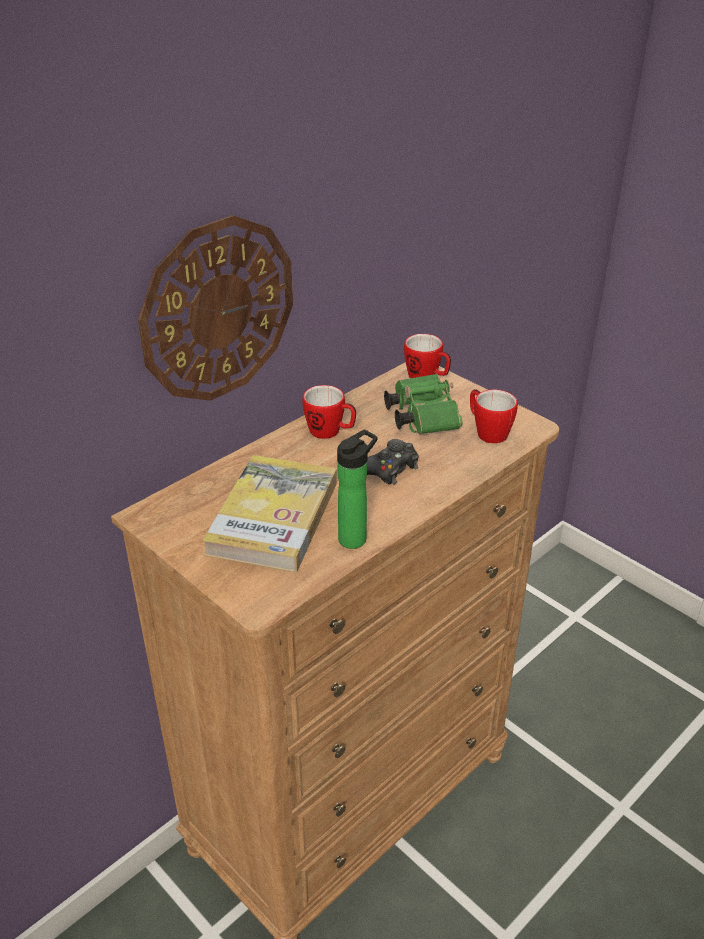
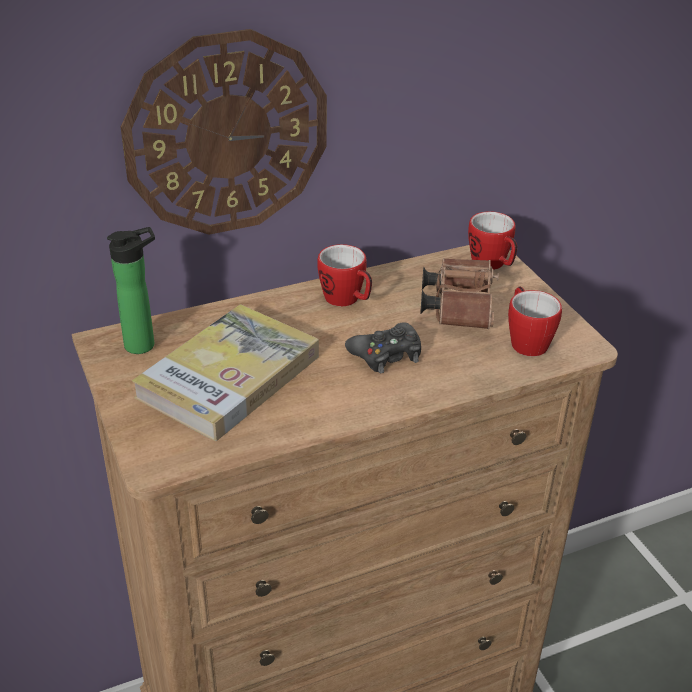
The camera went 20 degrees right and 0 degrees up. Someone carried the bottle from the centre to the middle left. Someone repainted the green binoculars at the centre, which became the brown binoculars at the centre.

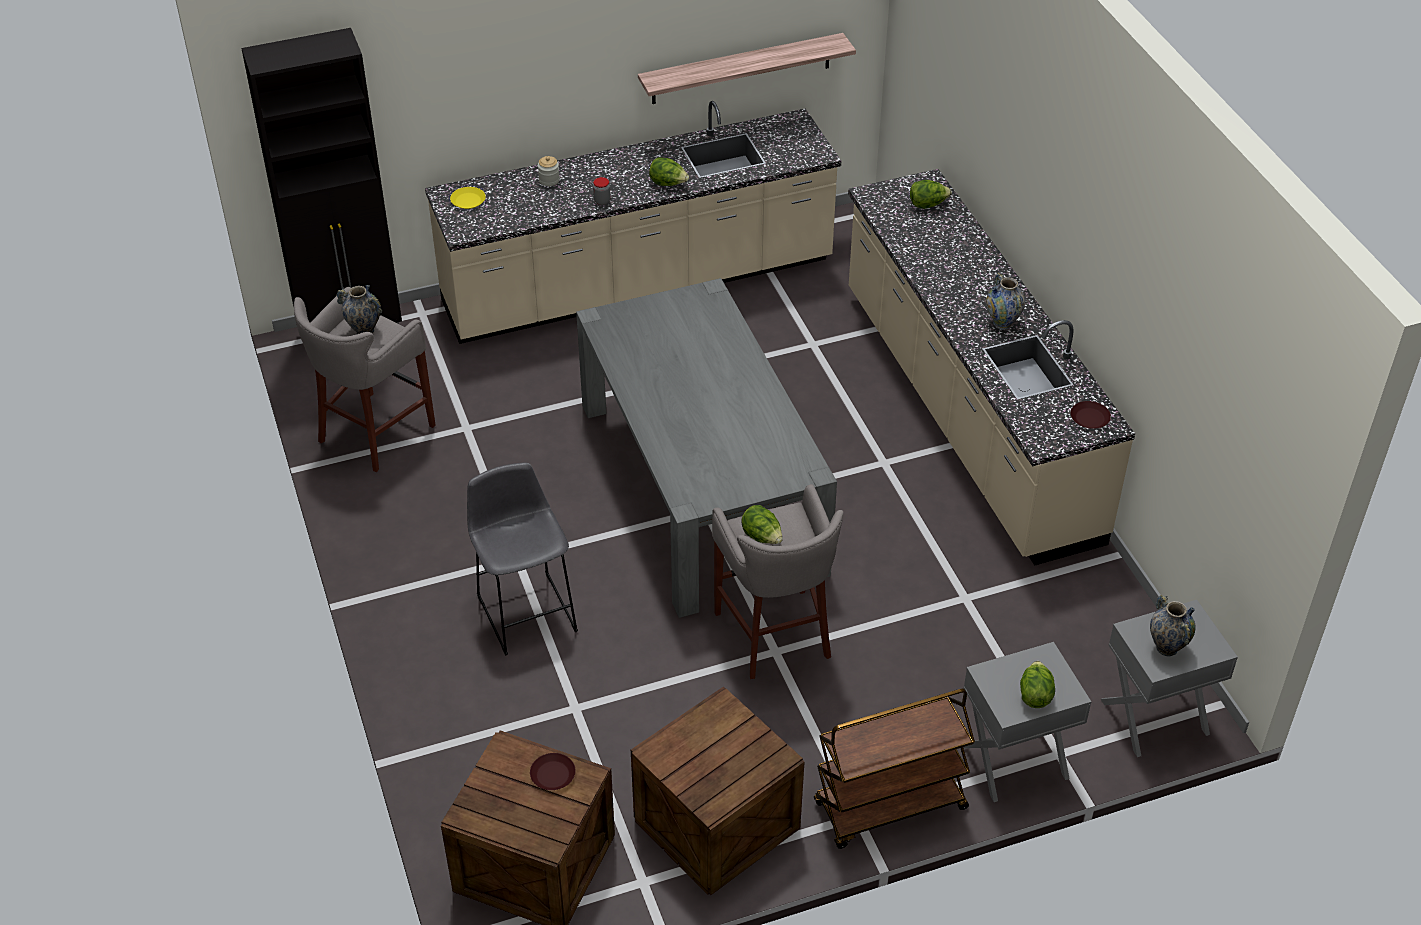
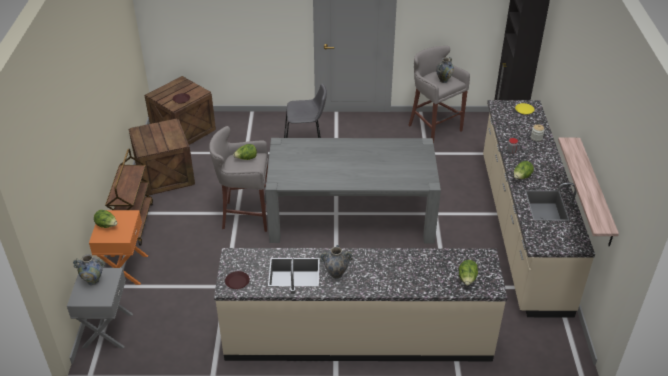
The camera went 110 degrees right and 5 degrees down. Someone repainted the grey nightstand (1st from left) at the bottom right, which became the orange nightstand at the middle left.

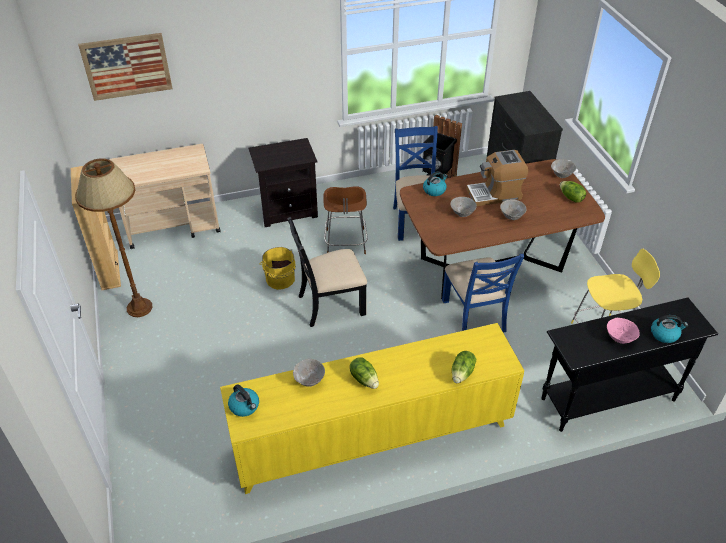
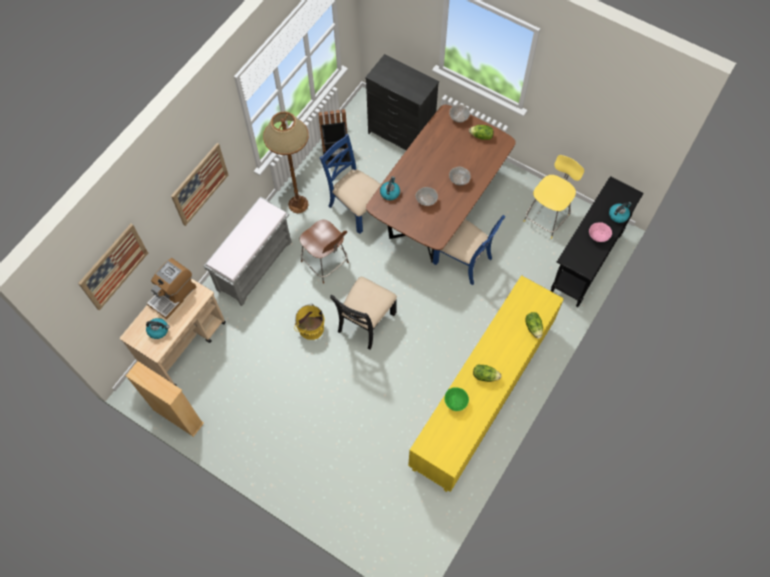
The camera went 40 degrees left and 20 degrees up. Someone carried the brown floor lamp from the middle left to the top centre. Someone carried the kettle (1st from left) from the bottom centre to the middle left. Someone swapped the black nightstand at the centre for the grey bench at the middle left. Someone repainted the grey bowl (1st from left) at the bottom centre, which became the green bowl at the bottom centre. Someone carried the coffee machine from the top right to the middle left. Someone put up the picture (2nd from left) at the top left.

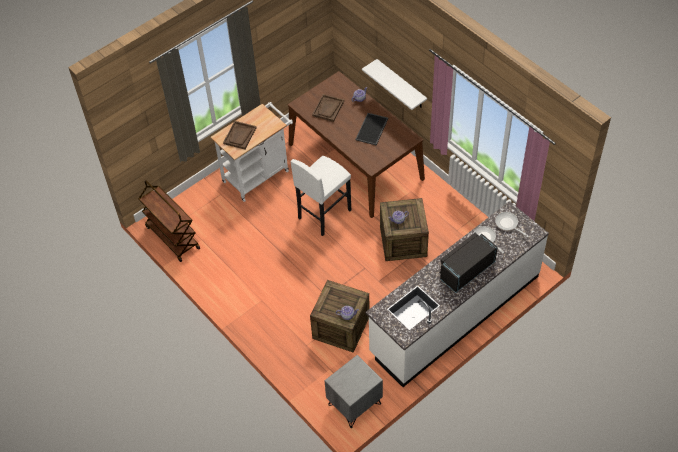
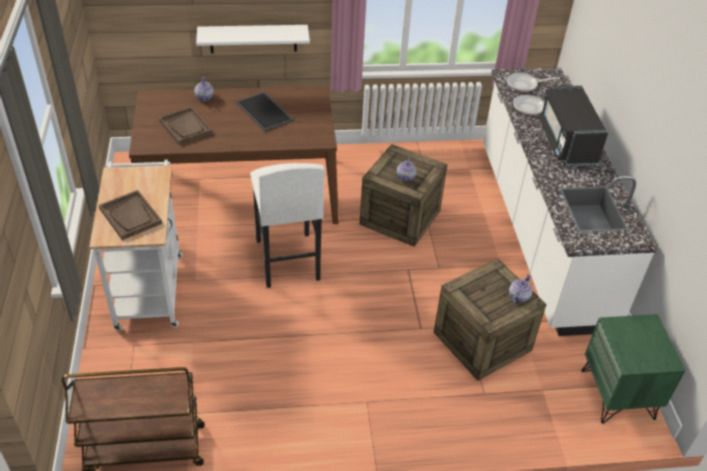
The camera went 60 degrees left and 10 degrees down. Someone repainted the grey nightstand at the bottom centre, which became the green nightstand at the bottom right.

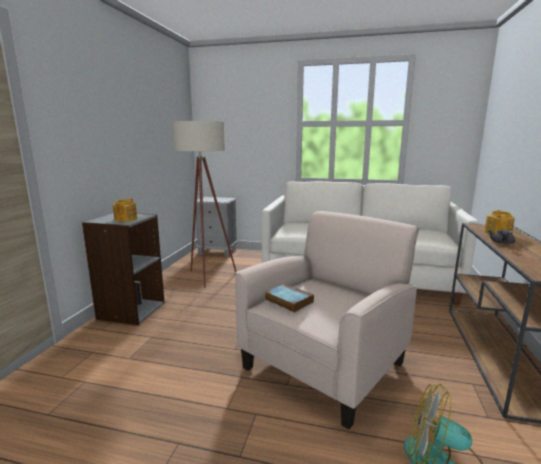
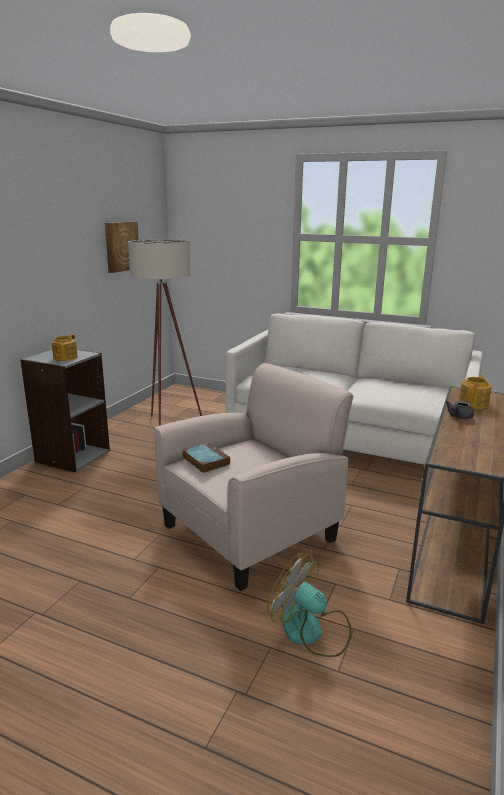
The camera went 10 degrees right and 5 degrees up. Someone took away the grey nightstand at the centre. Someone put up the picture at the top left.

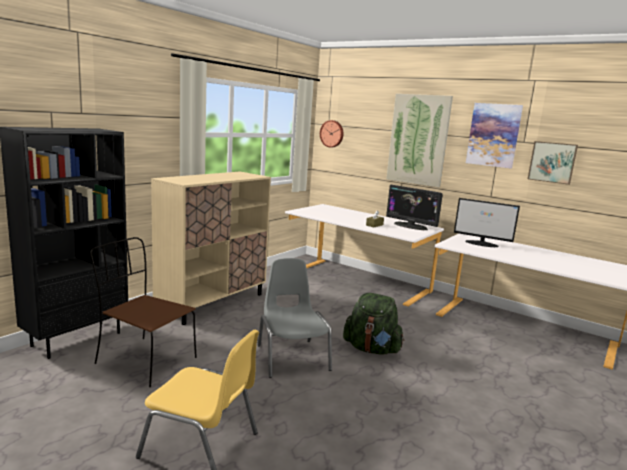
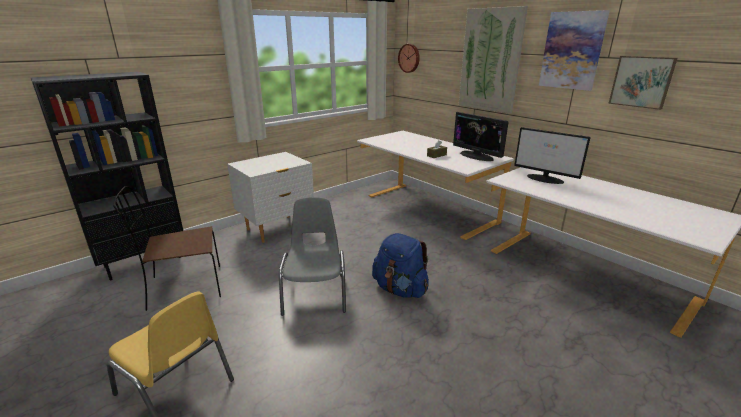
The camera went 15 degrees right and 10 degrees up. Someone rotated the brown chair at the middle left by 60 degrees counterclockwise. Someone swapped the beige cabinet at the centre for the white nightstand at the centre. Someone repainted the green backpack at the bottom centre, which became the blue backpack at the centre.

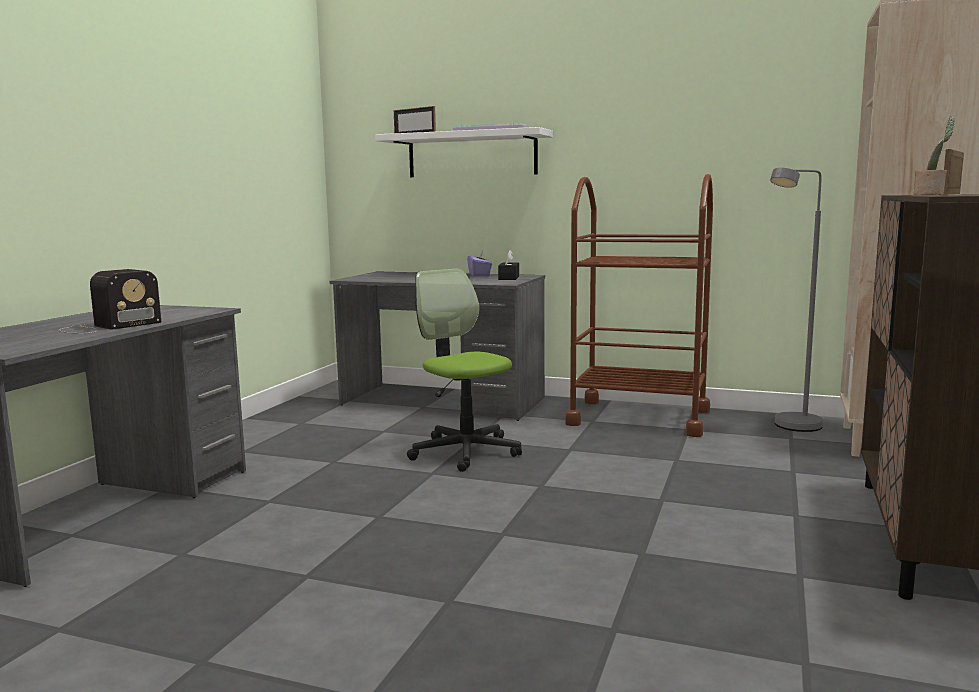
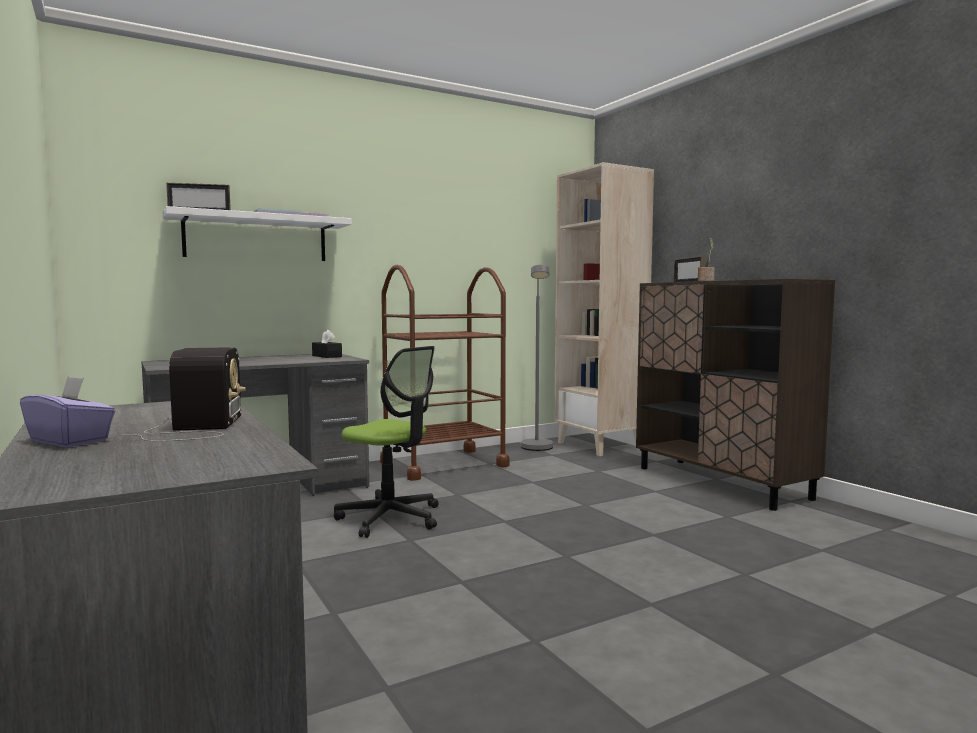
The camera went 50 degrees left and 5 degrees down. Someone rotated the office chair at the centre by 150 degrees counterclockwise. Someone carried the purple tissue box from the centre to the middle left.

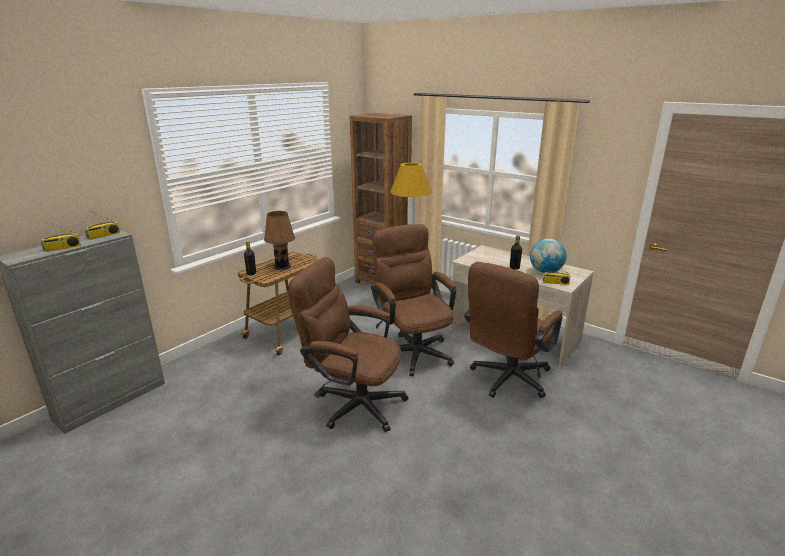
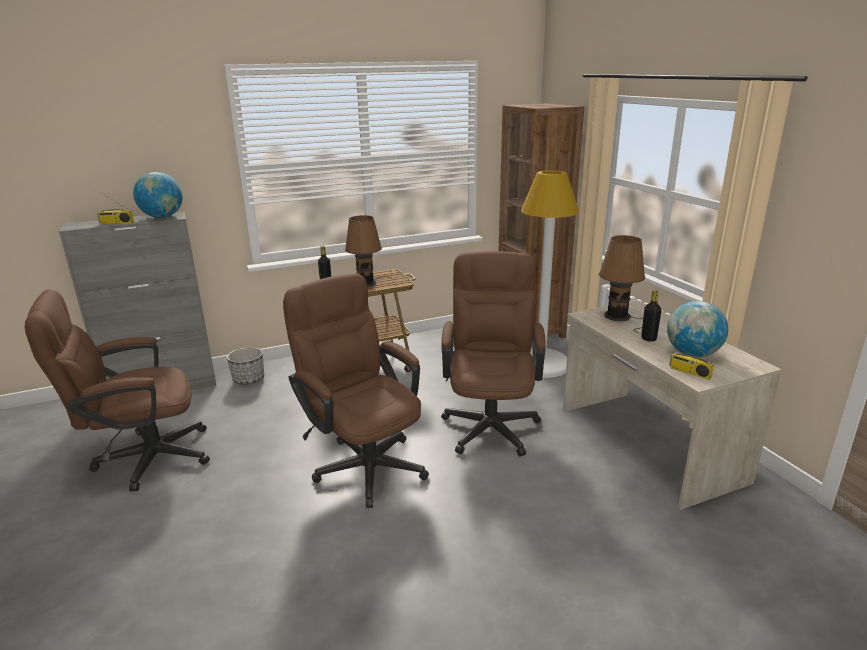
The camera went 30 degrees right and 0 degrees up. Someone swapped the radio (2nd from left) at the middle left for the globe (1st from left) at the top left. Someone carried the brown office chair (3rd from left in the first image) from the centre to the middle left. Someone put down the planter at the middle left. Someone put down the brown table lamp (2nd from left) at the middle right.

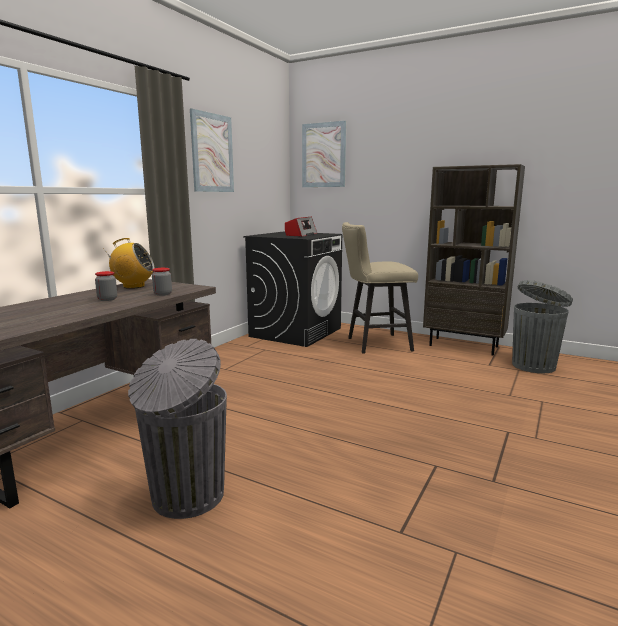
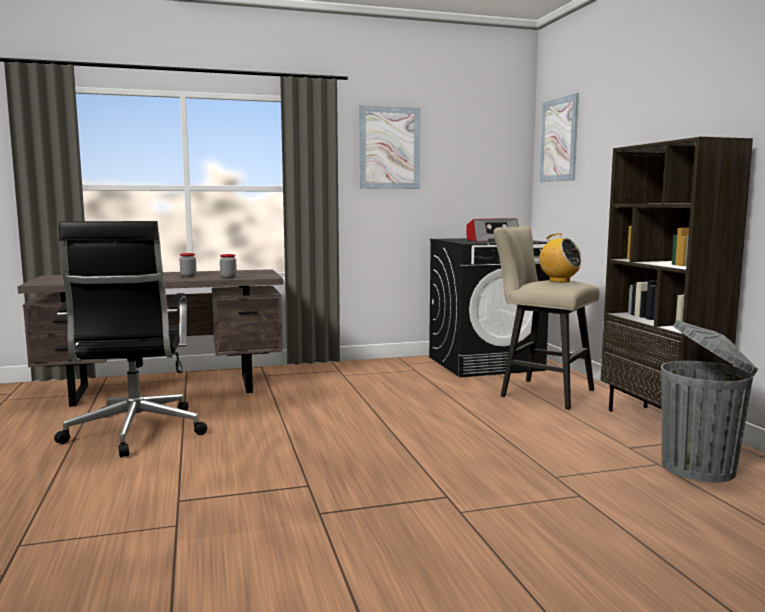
The camera went 45 degrees right and 5 degrees down. Someone carried the radio (1st from left in the first image) from the middle left to the middle right. Someone swapped the grey trash can (1st from left) at the bottom left for the black office chair at the middle left.

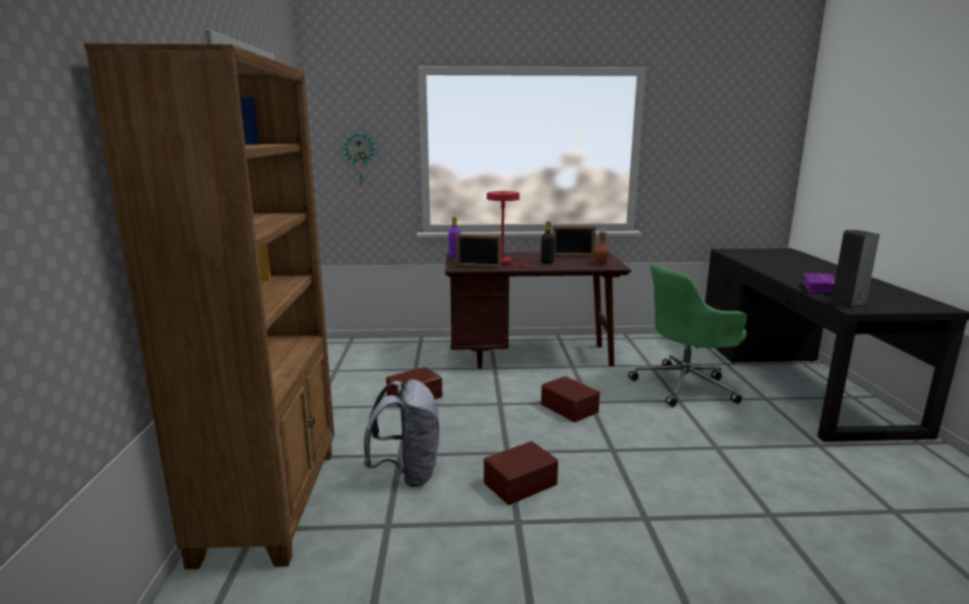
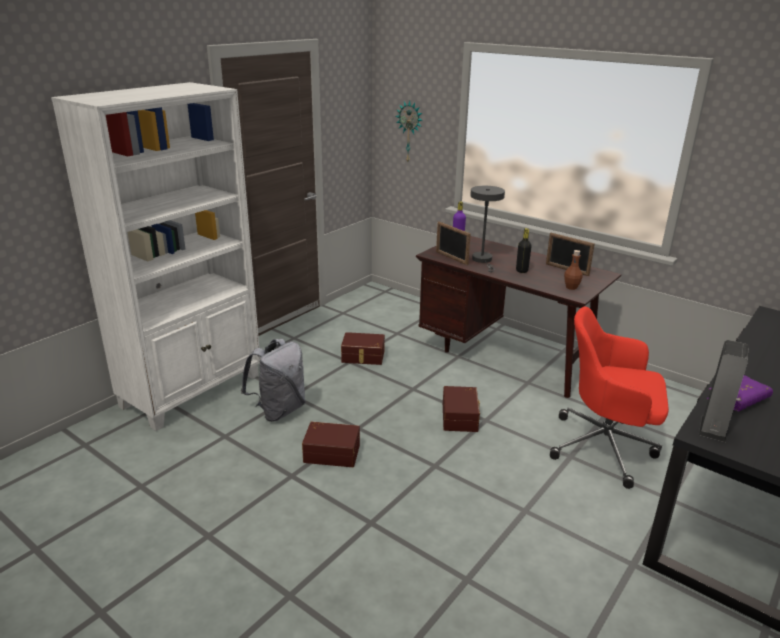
The camera went 40 degrees right and 10 degrees up. Someone repainted the brown bookcase at the middle left, which became the white bookcase at the middle left. Someone repainted the red table lamp at the centre, which became the grey table lamp at the centre. Someone repainted the green office chair at the middle right, which became the red office chair at the middle right.

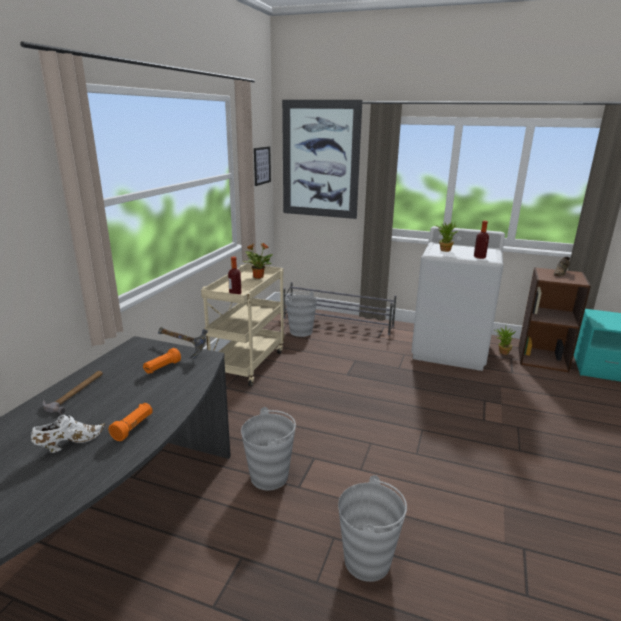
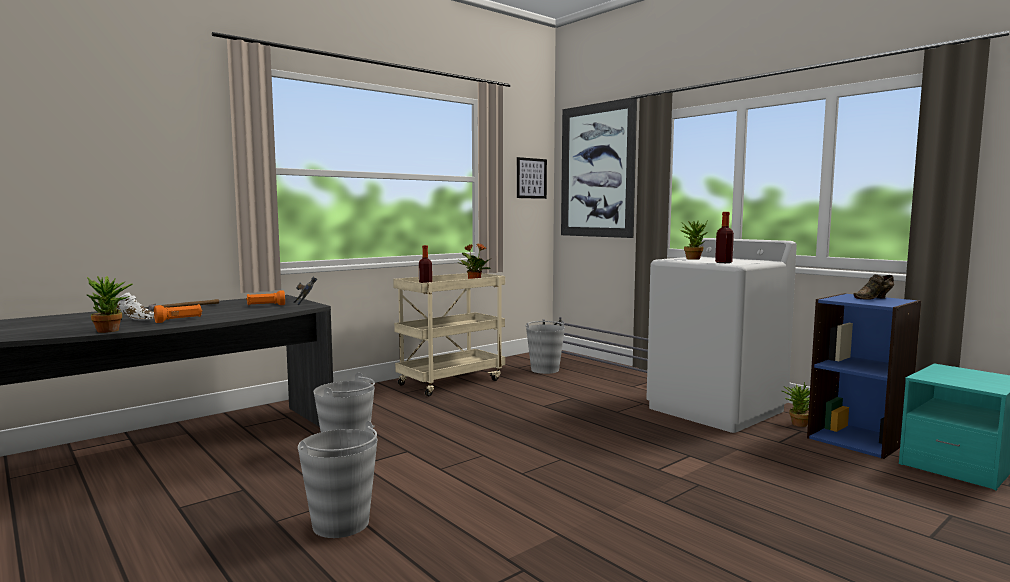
The camera went 30 degrees right and 15 degrees down. Someone repainted the brown bookcase at the middle right, which became the blue bookcase at the middle right. Someone put down the potted plant (1st from left) at the middle left.

